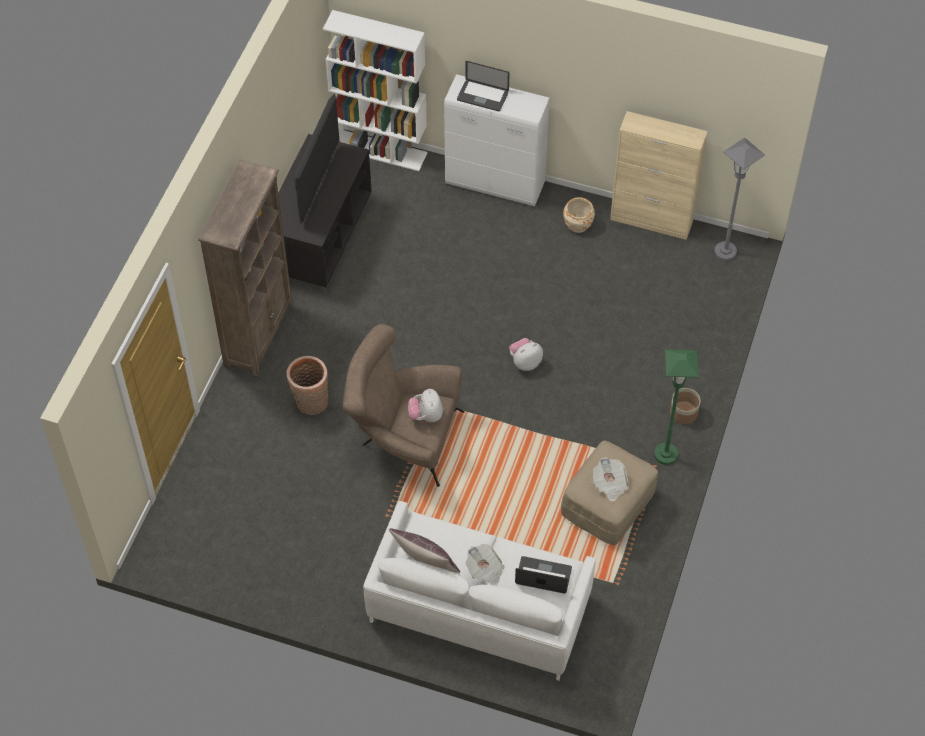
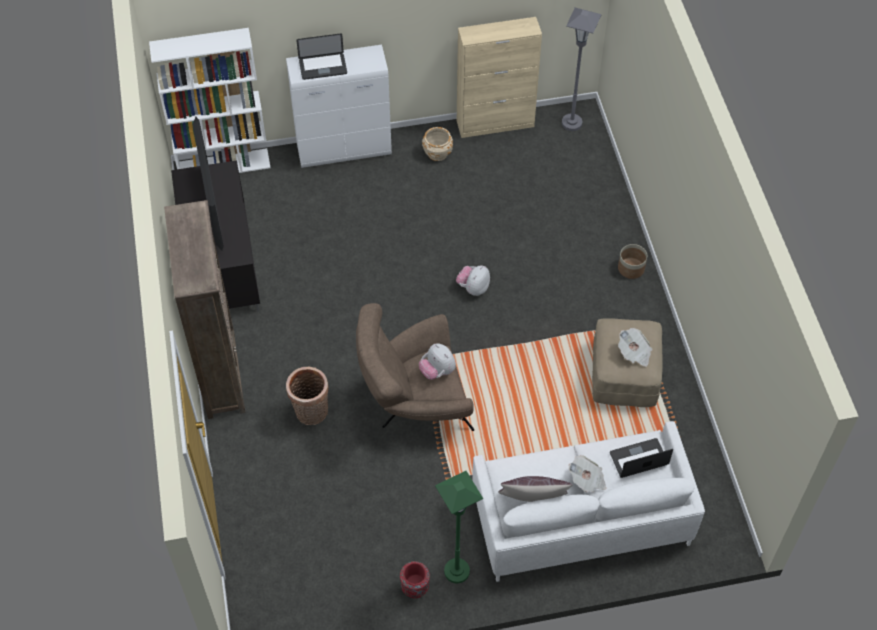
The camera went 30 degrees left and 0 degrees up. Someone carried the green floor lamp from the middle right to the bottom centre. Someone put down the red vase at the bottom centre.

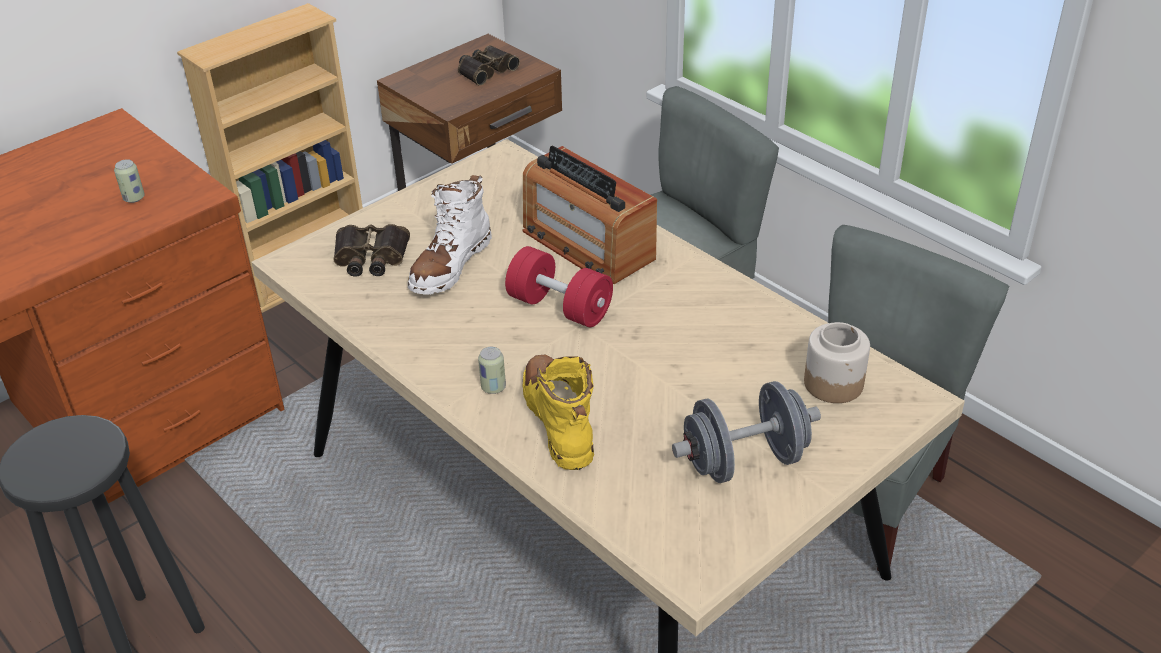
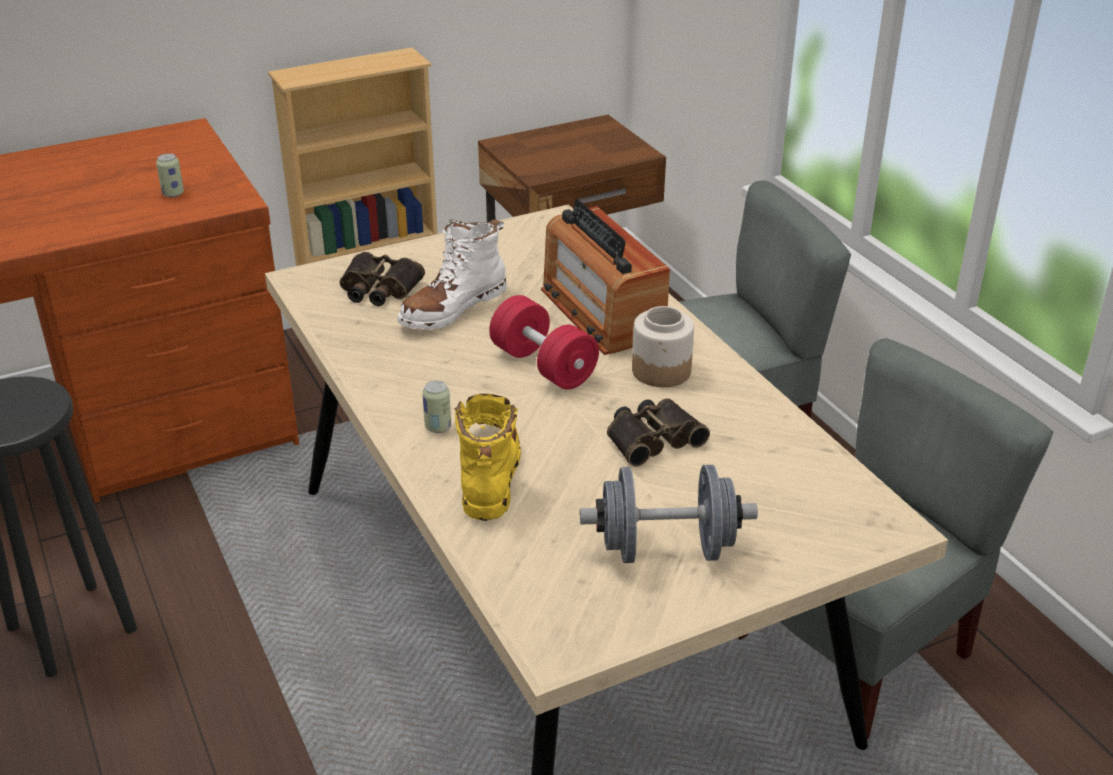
The camera went 15 degrees right and 5 degrees down. Someone carried the binoculars (2nd from left) from the top centre to the centre. Someone carried the jar from the middle right to the centre.

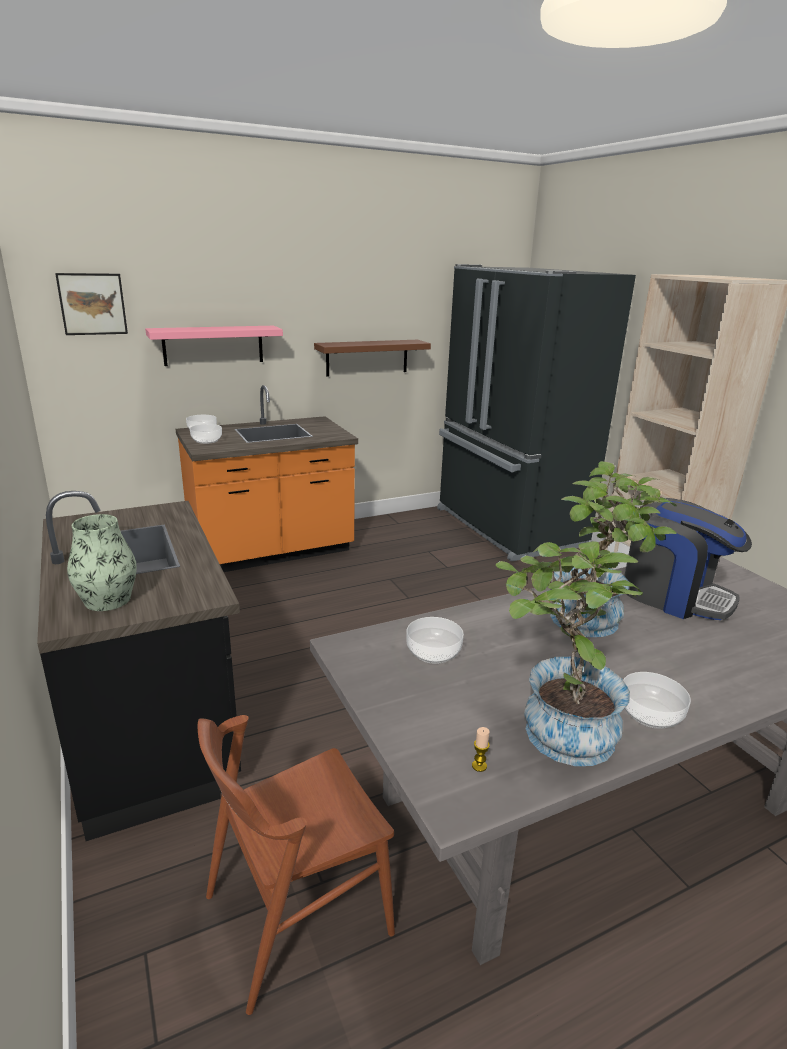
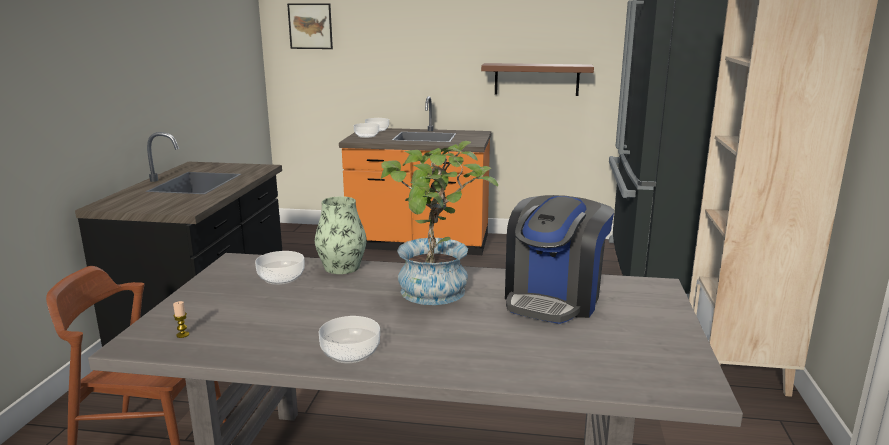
The camera went 35 degrees right and 5 degrees down. Someone carried the vase from the middle left to the centre. Someone took away the pink shelf at the top left. Someone took away the potted plant (1st from left) at the middle right. Someone rotated the coffee machine at the middle right by 45 degrees clockwise.

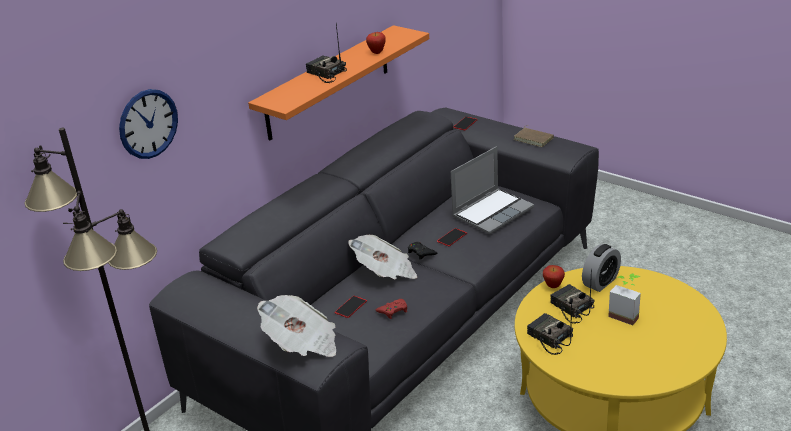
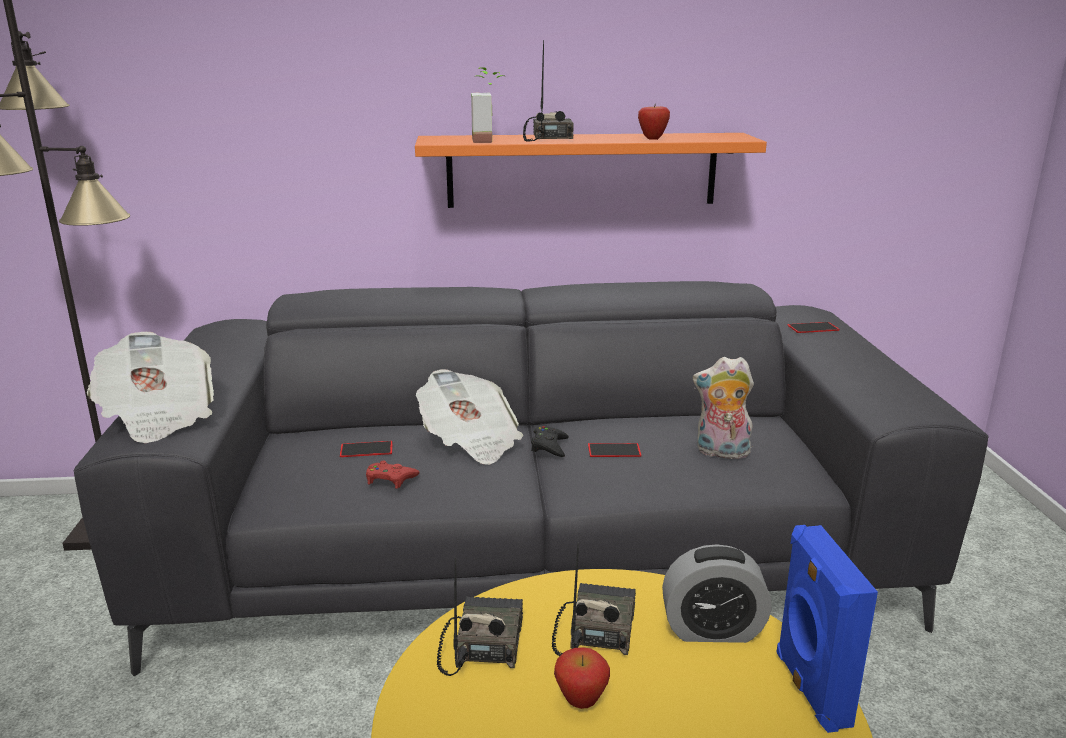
The camera went 45 degrees right and 10 degrees down. Someone took away the wall clock at the top left. Someone swapped the laptop at the centre for the plush toy at the middle right. Someone took away the brown book at the top right. Someone carried the apple (2nd from left in the first image) from the middle right to the bottom centre. Someone carried the potted plant from the bottom right to the top centre. Someone put down the blue speaker at the bottom right.

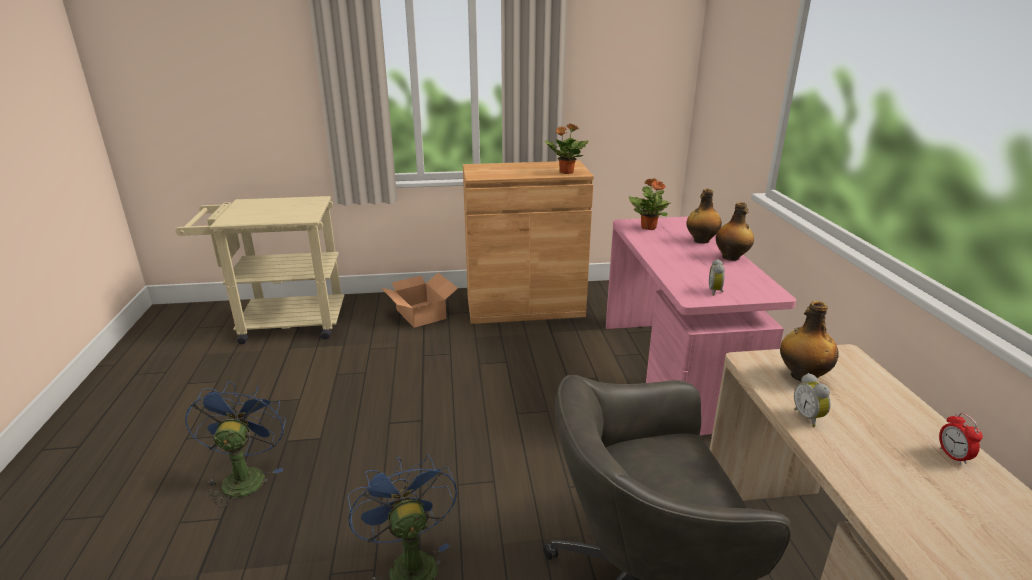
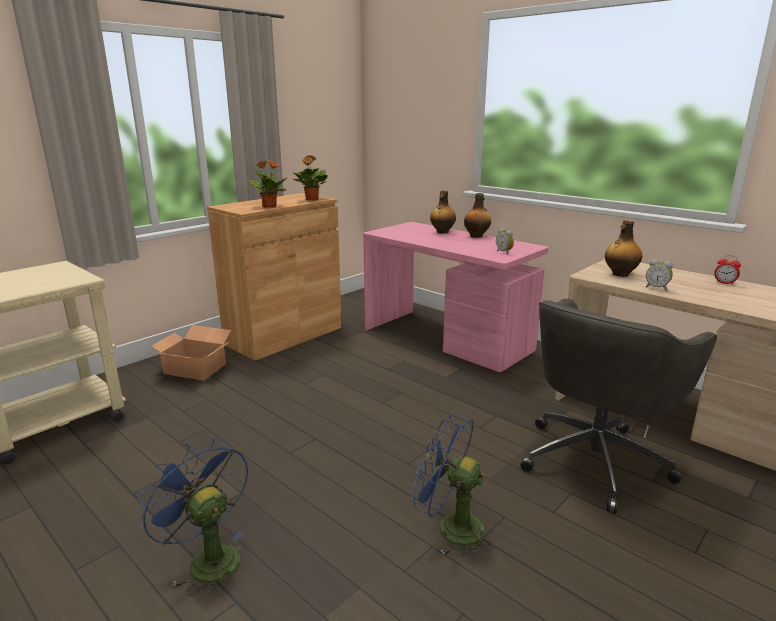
The camera went 40 degrees left and 5 degrees down. Someone carried the potted plant (2nd from left in the first image) from the centre to the top centre.

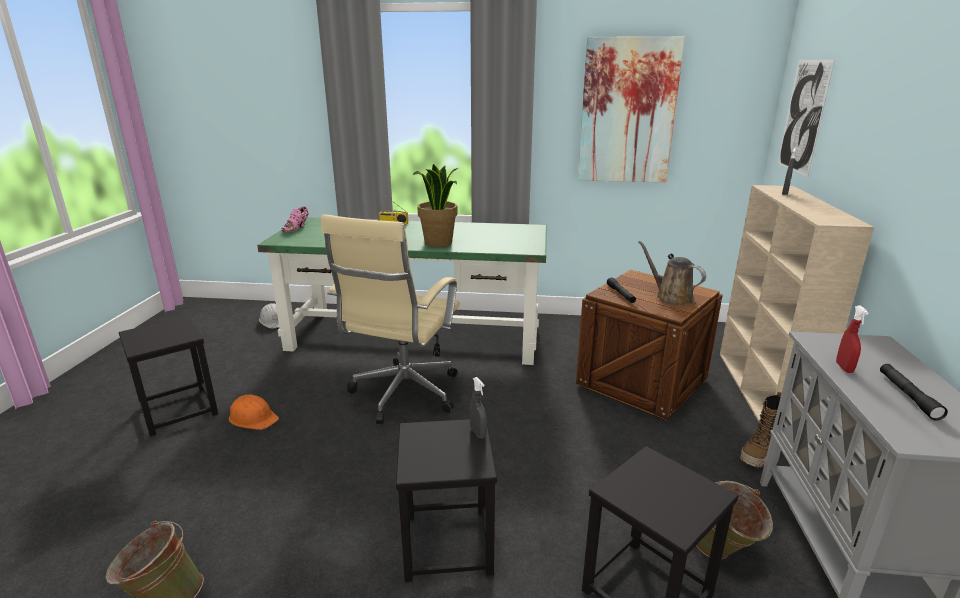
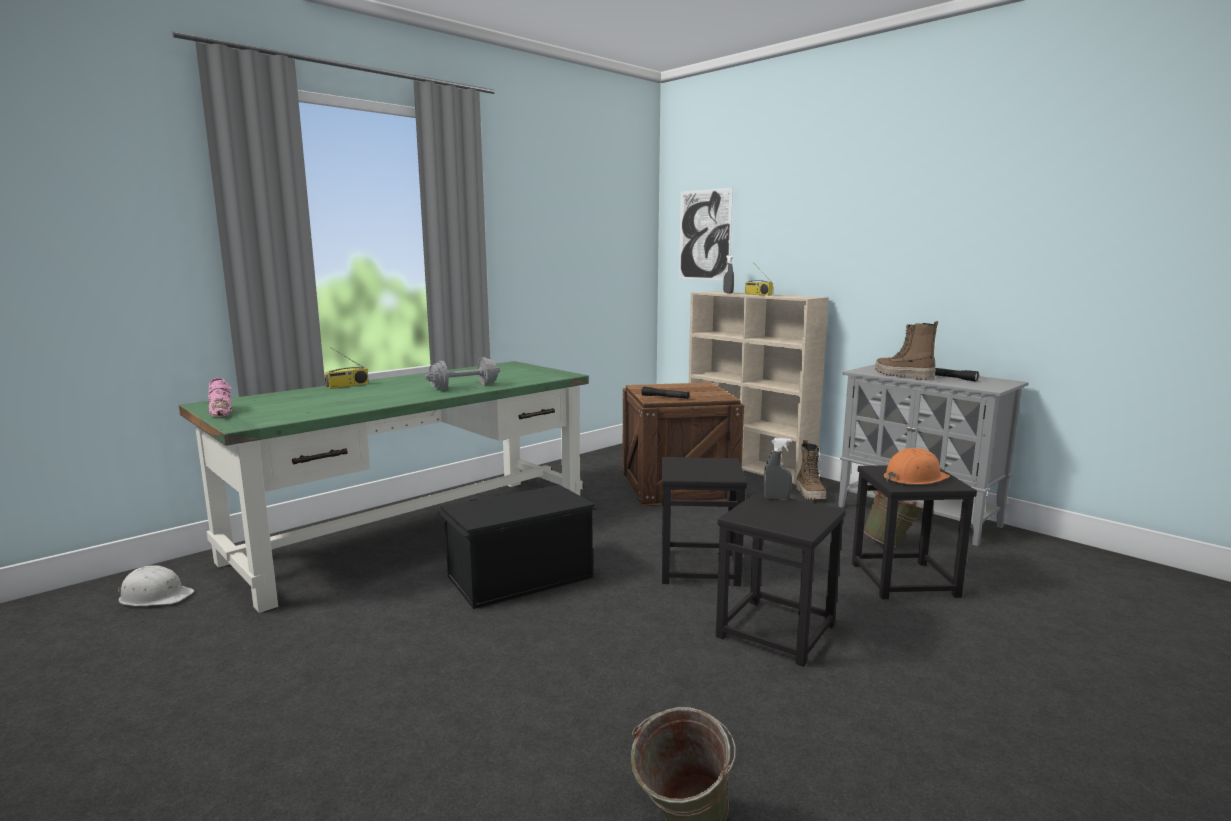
The camera went 50 degrees left and 10 degrees down. Someone carried the black stool (1st from left) from the middle left to the centre. Someone carried the orange hard hat from the bottom left to the middle right. Someone swapped the beige office chair at the centre for the black storage box at the centre. Someone swapped the potted plant at the centre for the grey dumbbell at the centre. Someone took away the picture (1st from left) at the top centre. Someone took away the brown watering can at the middle right. Someone swapped the red spray bottle at the middle right for the boot (2nd from left) at the middle right. Someone put down the radio (2nd from left) at the centre.

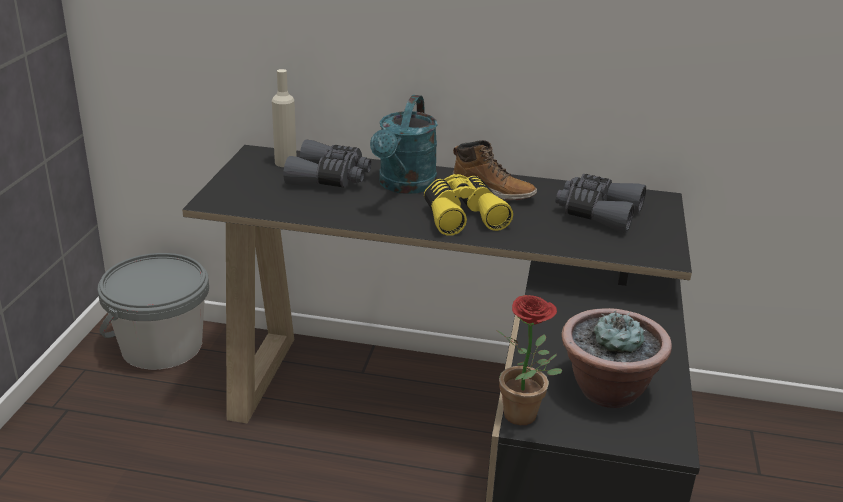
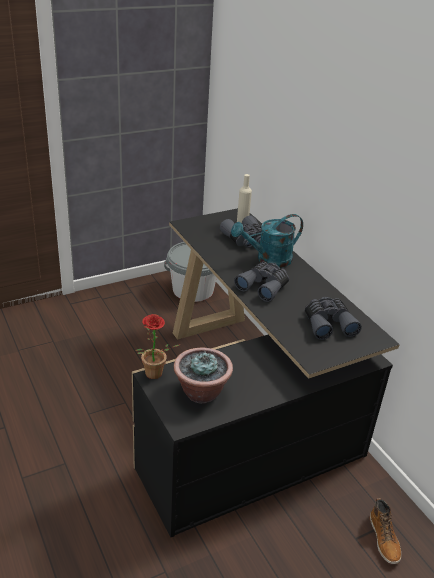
The camera went 50 degrees right and 5 degrees up. Someone repainted the yellow binoculars at the centre, which became the grey binoculars (2nd from left) at the centre. Someone carried the boot from the centre to the bottom right.

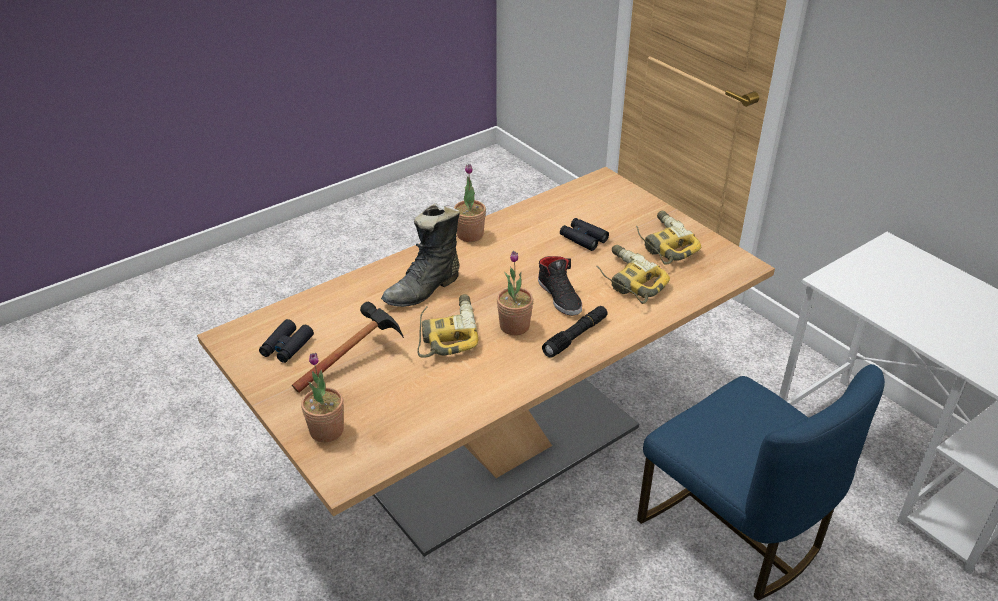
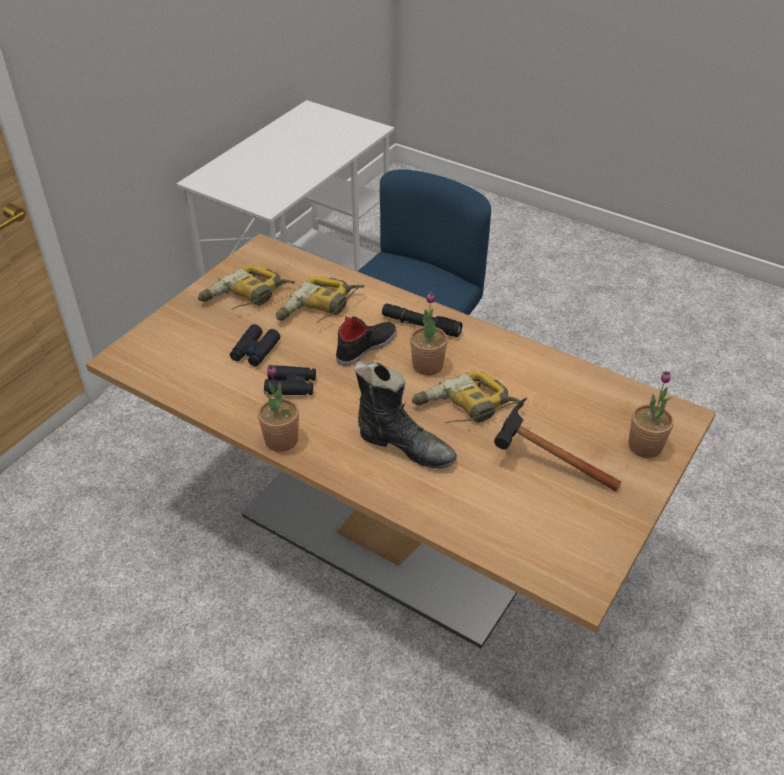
The camera went 110 degrees left and 5 degrees up. Someone carried the black binoculars (1st from left in the first image) from the middle left to the centre.

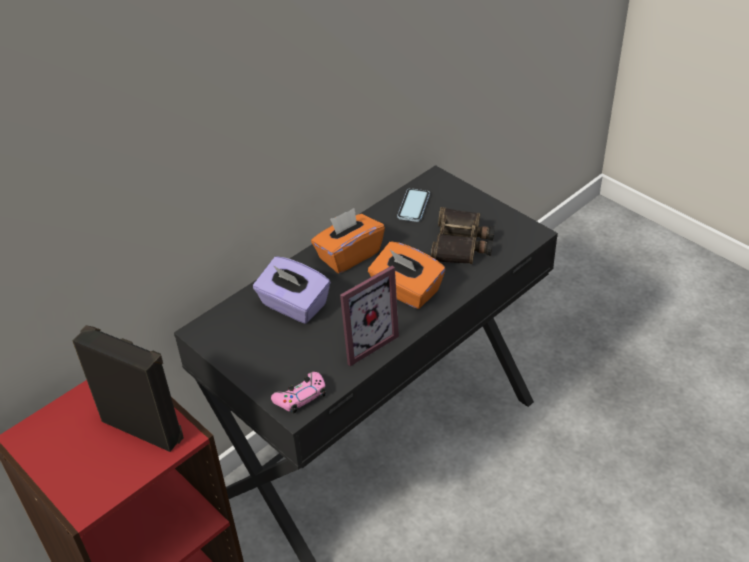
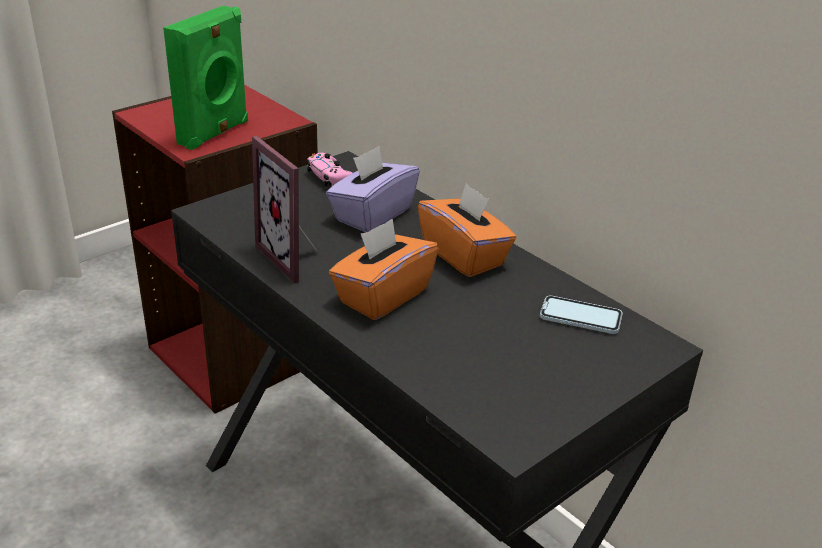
The camera went 90 degrees right and 10 degrees down. Someone repainted the black speaker at the bottom left, which became the green speaker at the top left. Someone carried the pink game controller from the bottom centre to the top centre. Someone took away the binoculars at the centre.

